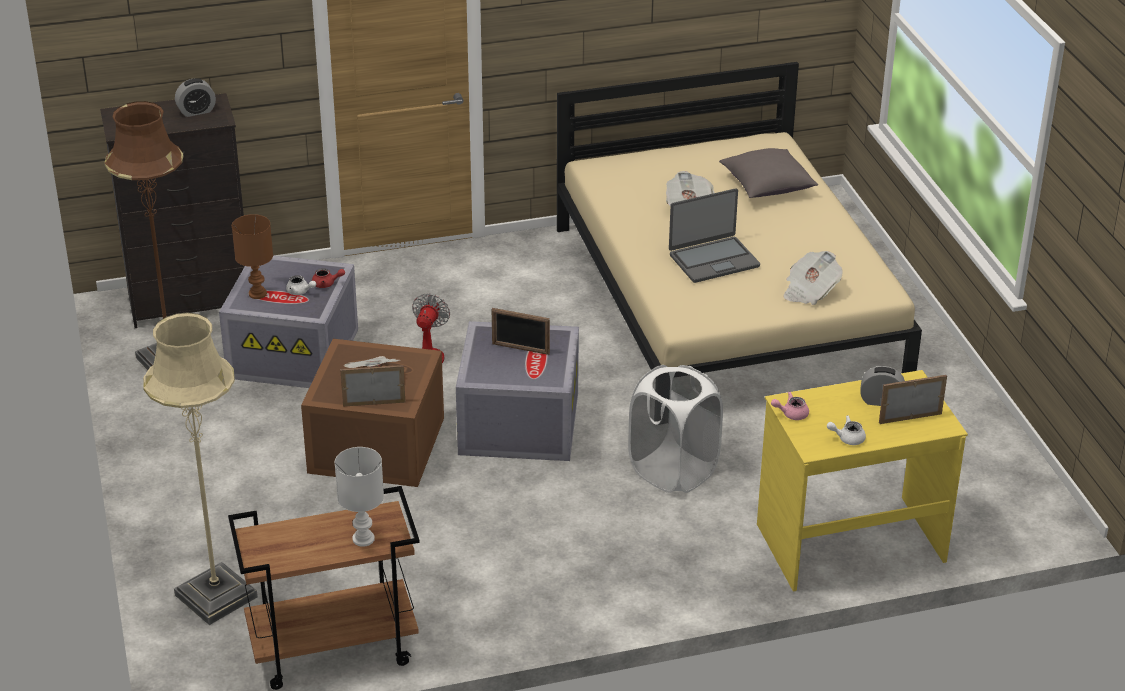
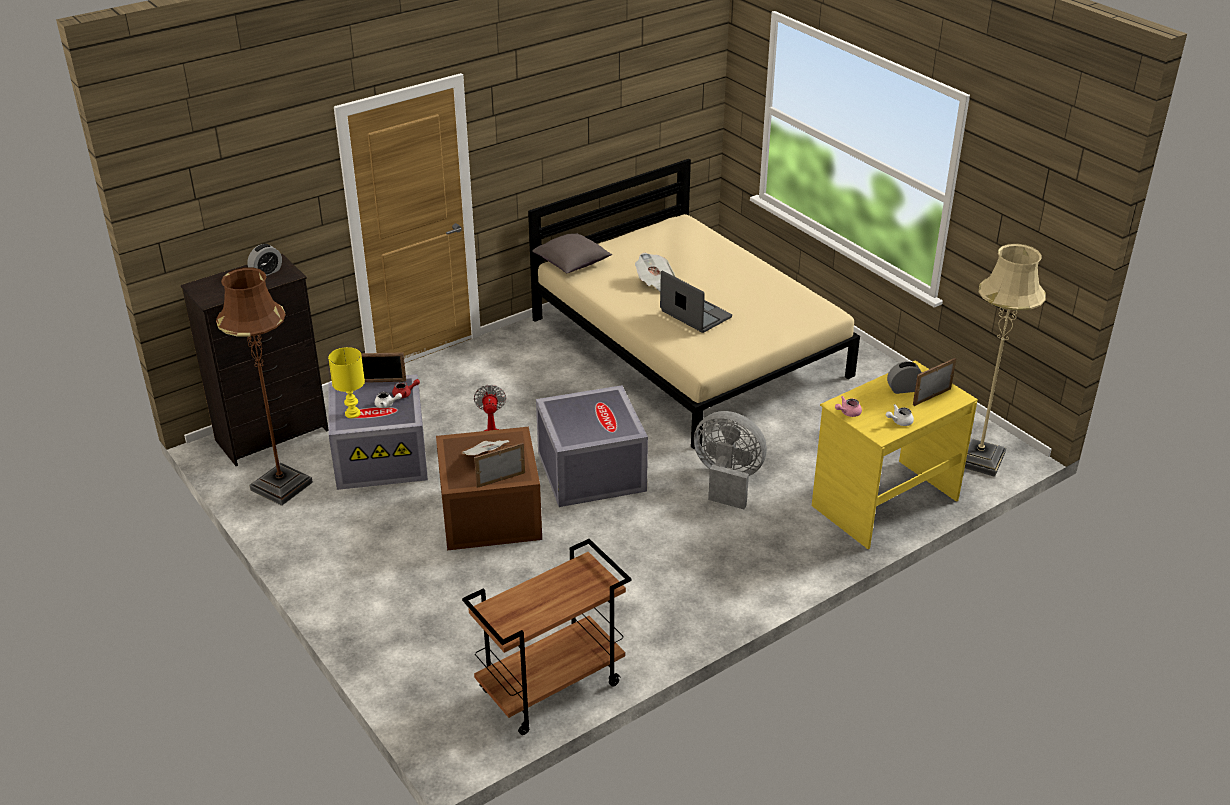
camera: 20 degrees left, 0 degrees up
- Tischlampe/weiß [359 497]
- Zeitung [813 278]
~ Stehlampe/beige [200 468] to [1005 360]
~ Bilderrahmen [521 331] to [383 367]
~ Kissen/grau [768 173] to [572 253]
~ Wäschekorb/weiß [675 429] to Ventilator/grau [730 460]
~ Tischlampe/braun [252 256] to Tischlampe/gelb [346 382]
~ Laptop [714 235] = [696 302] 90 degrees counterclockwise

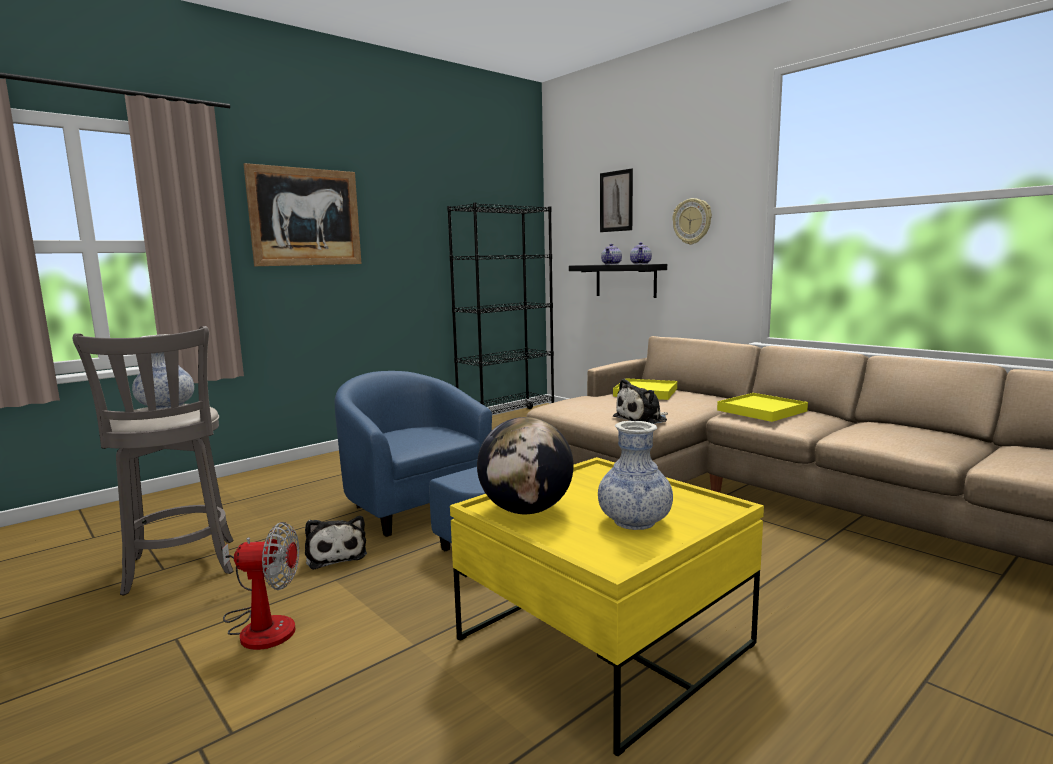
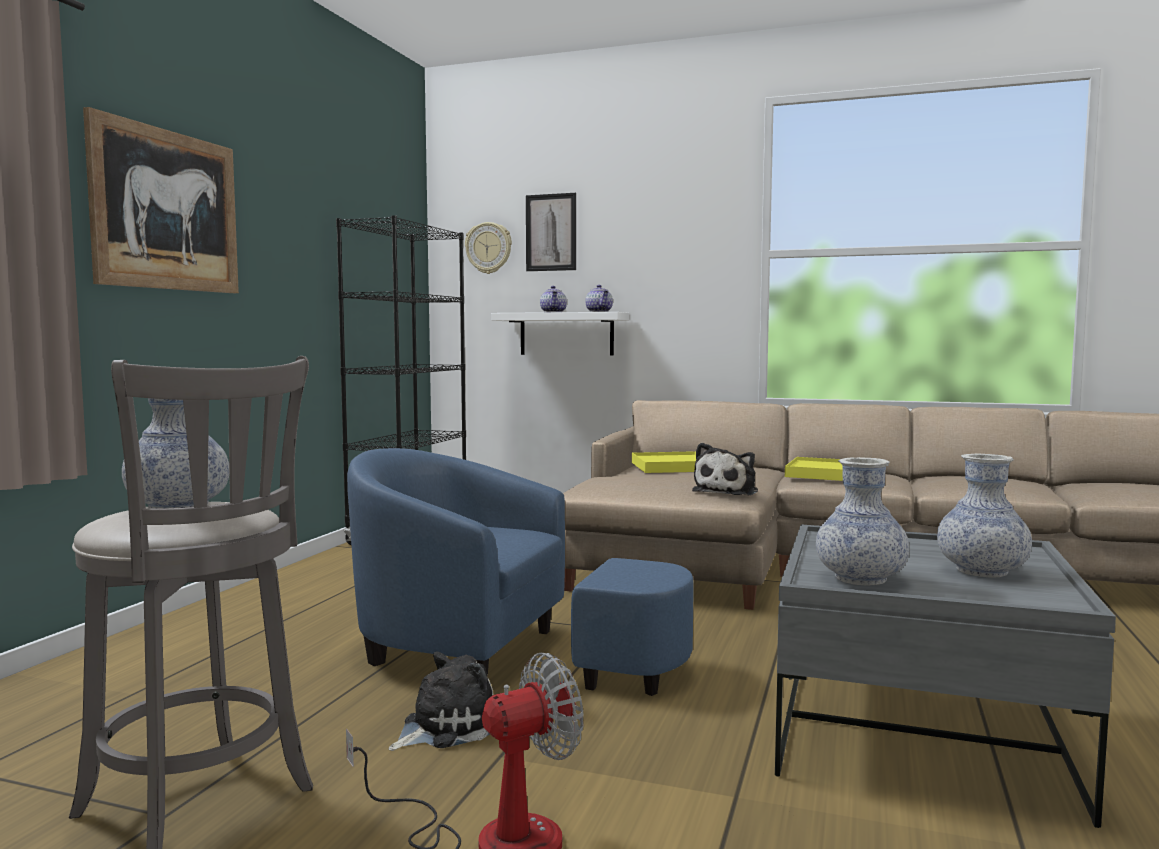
camera: 30 degrees left, 5 degrees down
~ Wanduhr [692 221] to [488 248]
~ Globus [525 465] to Vase [862 521]
~ Couchtisch/gelb [607 606] to Couchtisch/grau [945 676]
~ Wandregal/schwarz [618 281] to Wandregal/weiß [560 333]
~ Plüschtier [336 543] = [441 701] 75 degrees counterclockwise

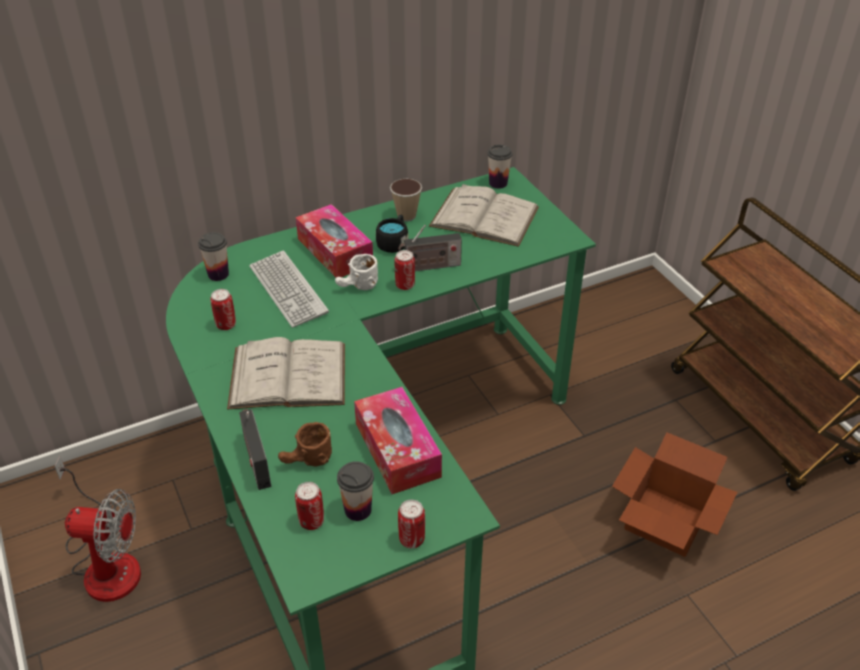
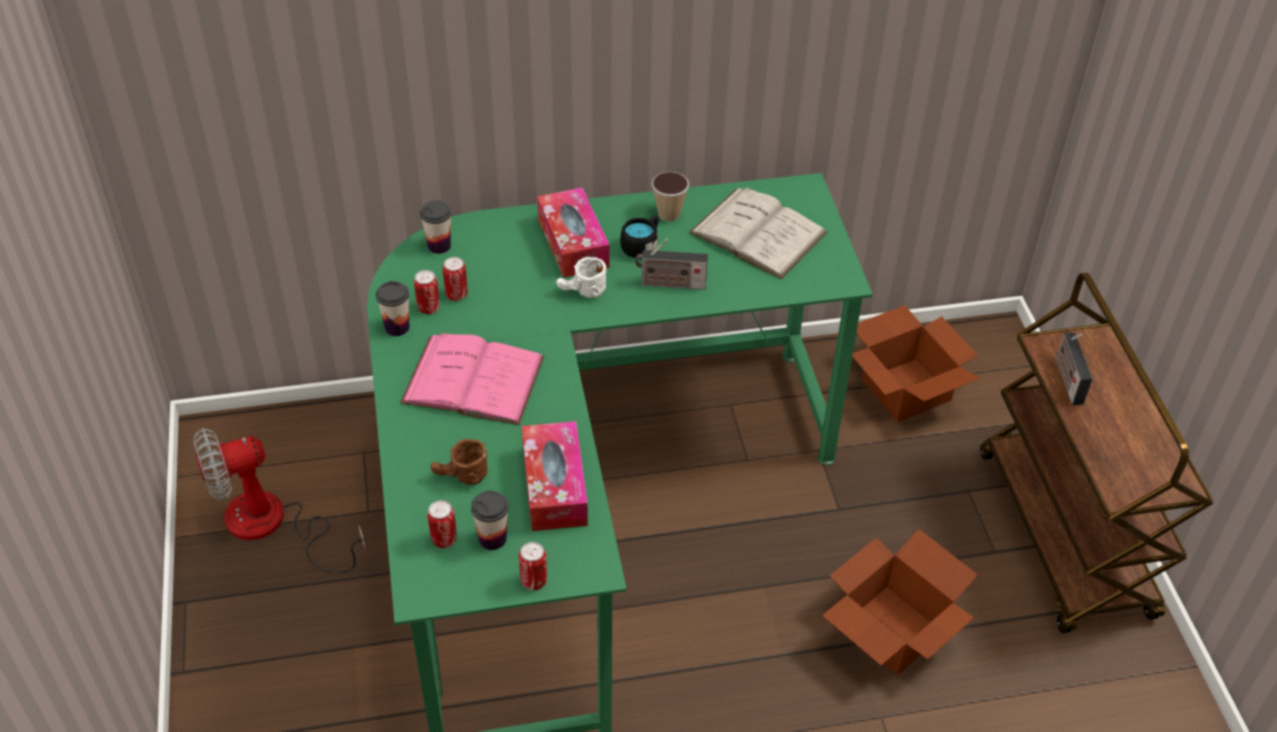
camera: 15 degrees right, 5 degrees up
- Tastatur [289 289]
+ Karton [916 363]
~ Radio [255 449] to [1074 368]
~ Dose [405 270] to [455 279]
~ Tasse [500 166] to [392 308]
~ Buch/weiß [286 373] to Buch/rosa [472 379]
~ Ventilator [97 529] = [279 500] 135 degrees clockwise

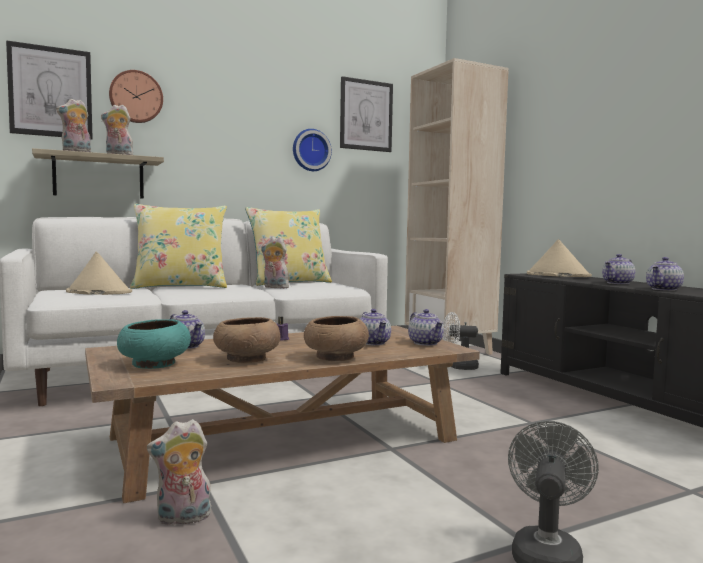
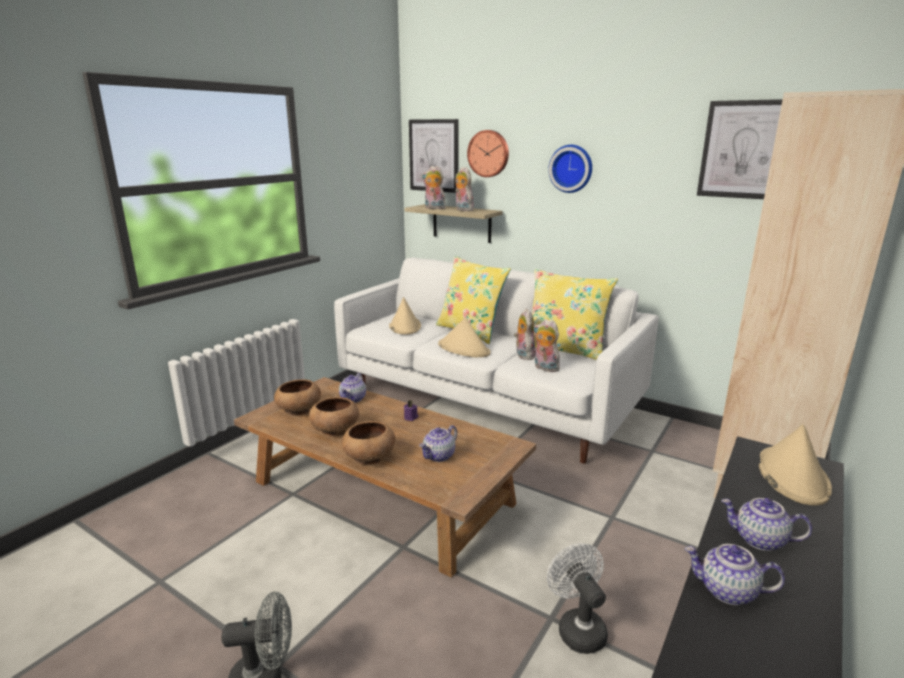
camera: 60 degrees right, 15 degrees up
- Teekanne [426 327]
+ Hut/beige [464 337]
~ Plüschtier [179 472] to [546 345]
~ Wanduhr [312 150] to [570 169]
~ Ventilator/weiß [461 341] to [577 598]
~ Schüssel/türkis [154 344] to Schüssel/braun [297 397]

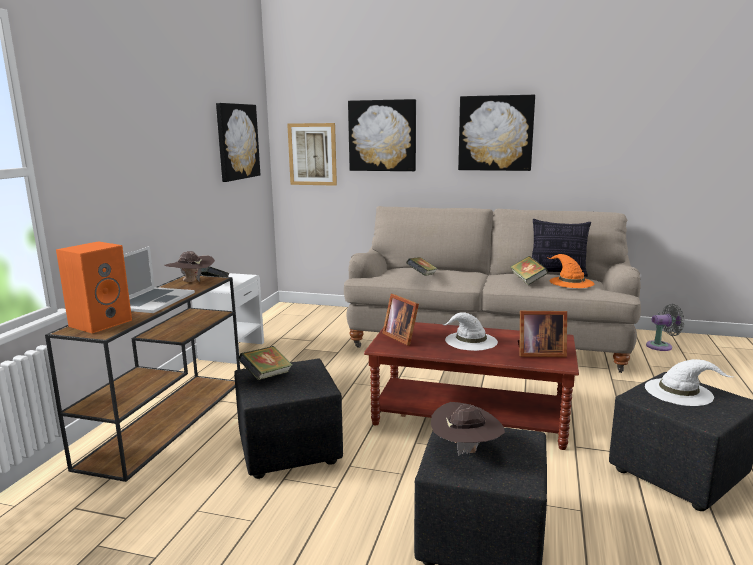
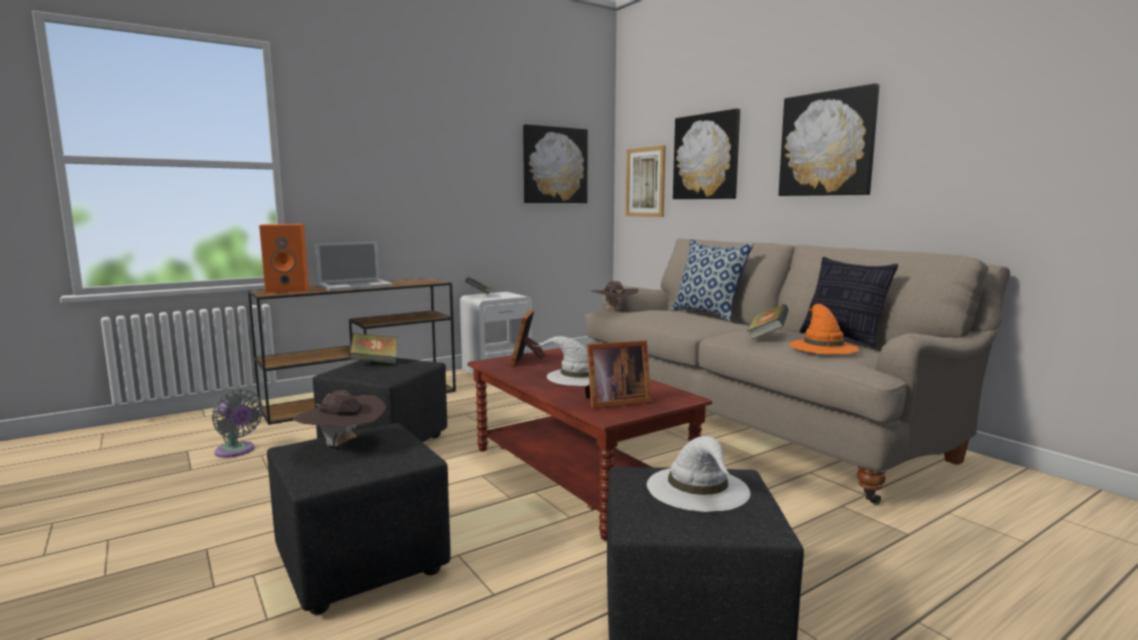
camera: 40 degrees right, 5 degrees down
- Buch [422 266]
+ Kissen [712 280]
~ Hut/braun [189 266] to [615 296]
~ Ventilator/grau [665 327] to [238 423]
~ Bilderrahmen [542 334] = [618 374] 60 degrees counterclockwise

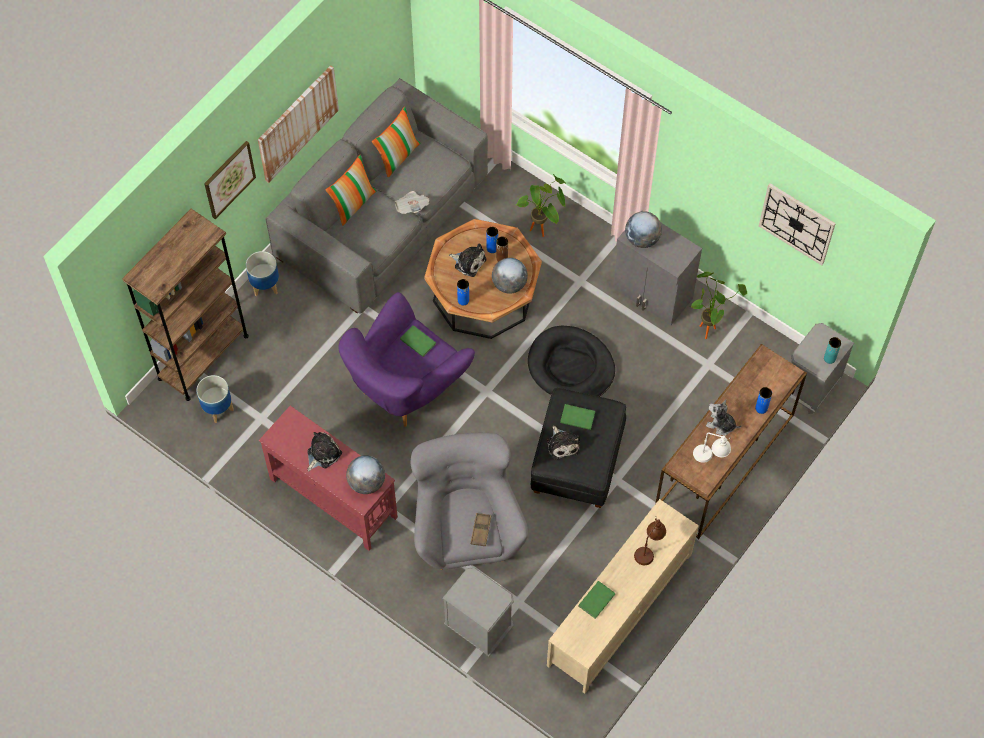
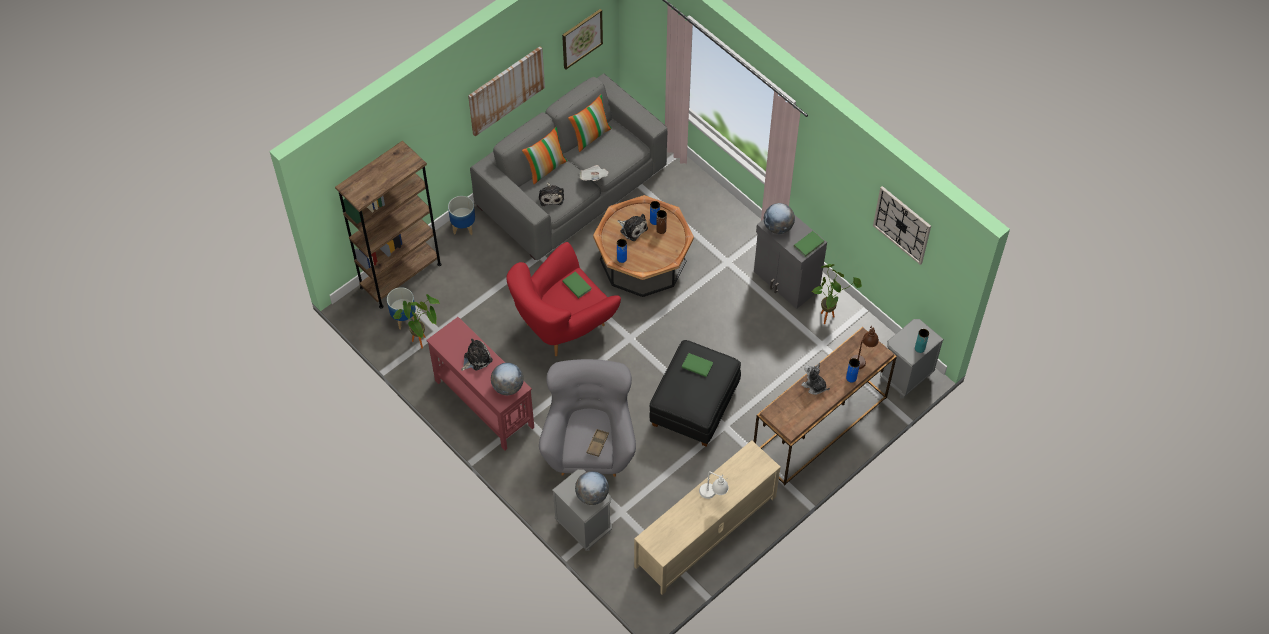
camera: 10 degrees right, 5 degrees down
- Hundebett/schwarz [571 361]
~ Bild [230 180] to [582 39]
~ Globus [510 276] to [592 488]
~ Topfpflanze [541 205] to [416 321]
~ Plüschtier [563 443] to [551 194]
~ Buch/grün [596 600] to [809 244]
~ Tischlampe/braun [650 540] to [864 347]
~ Tischlampe/weiß [712 447] to [714 485]
~ Sessel/lila [406 359] to Sessel/rot [564 299]

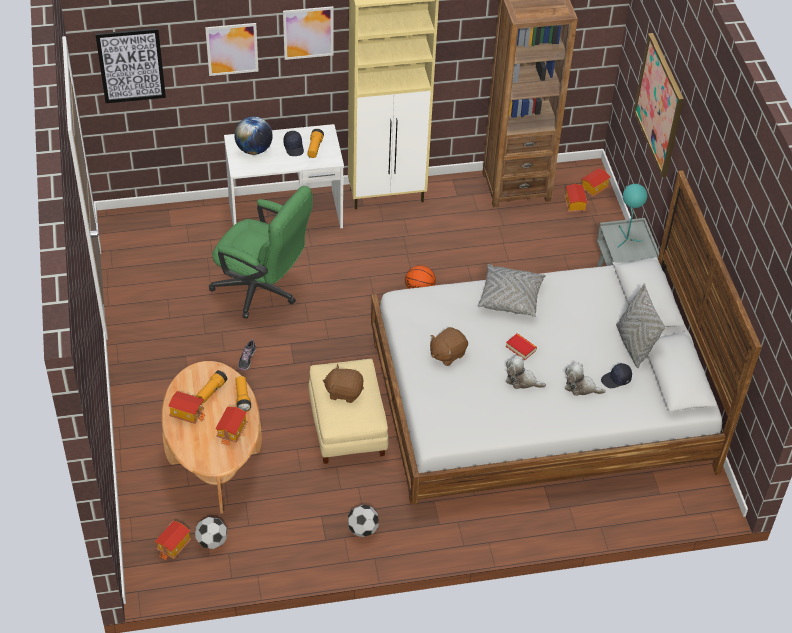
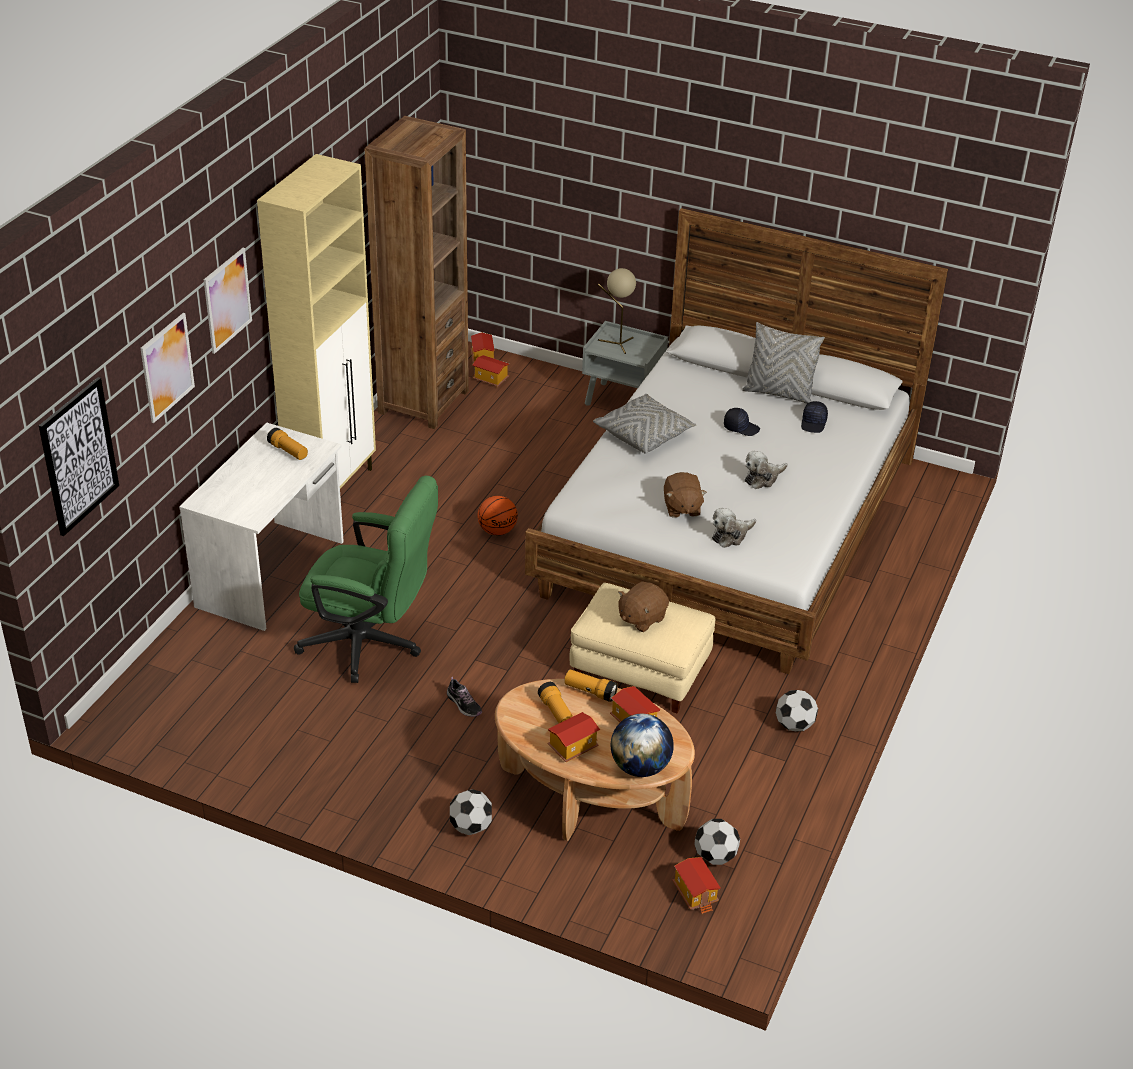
camera: 55 degrees left, 10 degrees down
- Buch [521 346]
- Bild [659 105]
+ Fußball [471 812]
~ Globus [253 135] to [642 745]
~ Kappe/schwarz [293 143] to [742 422]
~ Plüschtier [585 379] to [734 528]
~ Tischlampe/türkis [632 216] to Tischlampe/beige [616 311]
~ Bürostuhl/grün [261 252] = [366 579] 45 degrees clockwise

